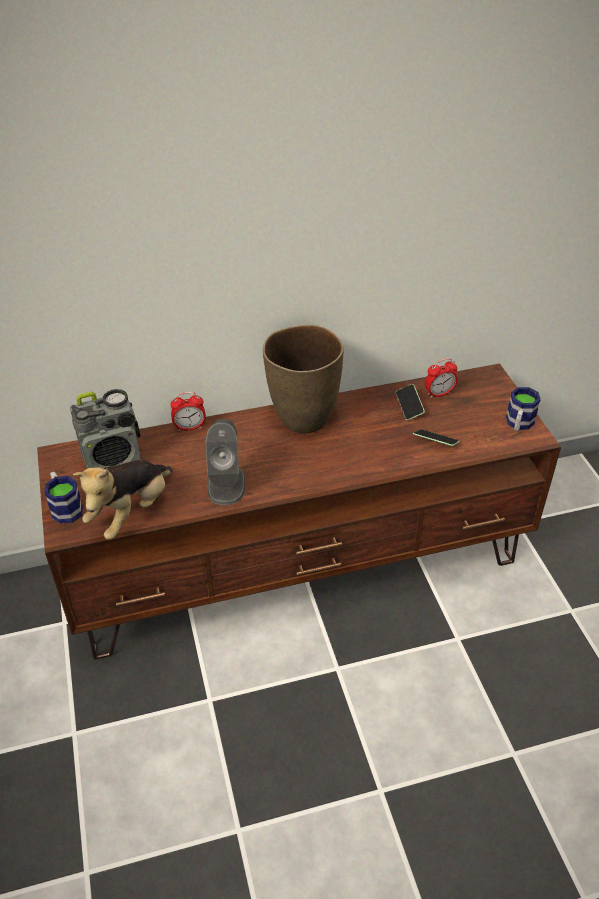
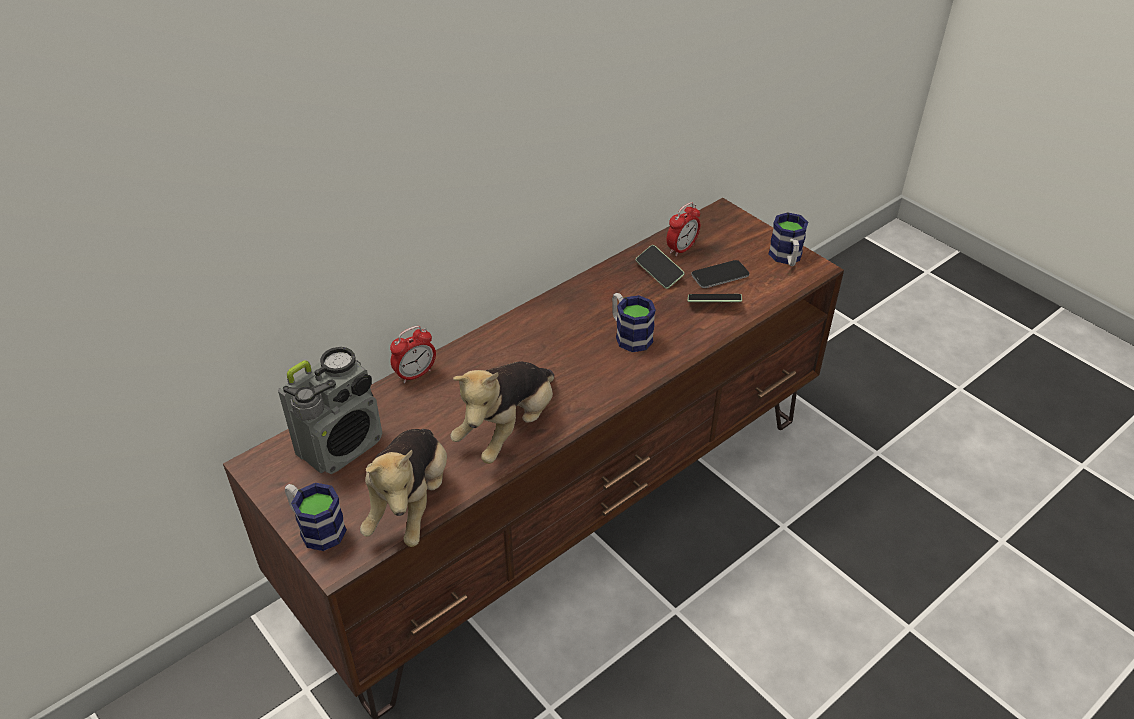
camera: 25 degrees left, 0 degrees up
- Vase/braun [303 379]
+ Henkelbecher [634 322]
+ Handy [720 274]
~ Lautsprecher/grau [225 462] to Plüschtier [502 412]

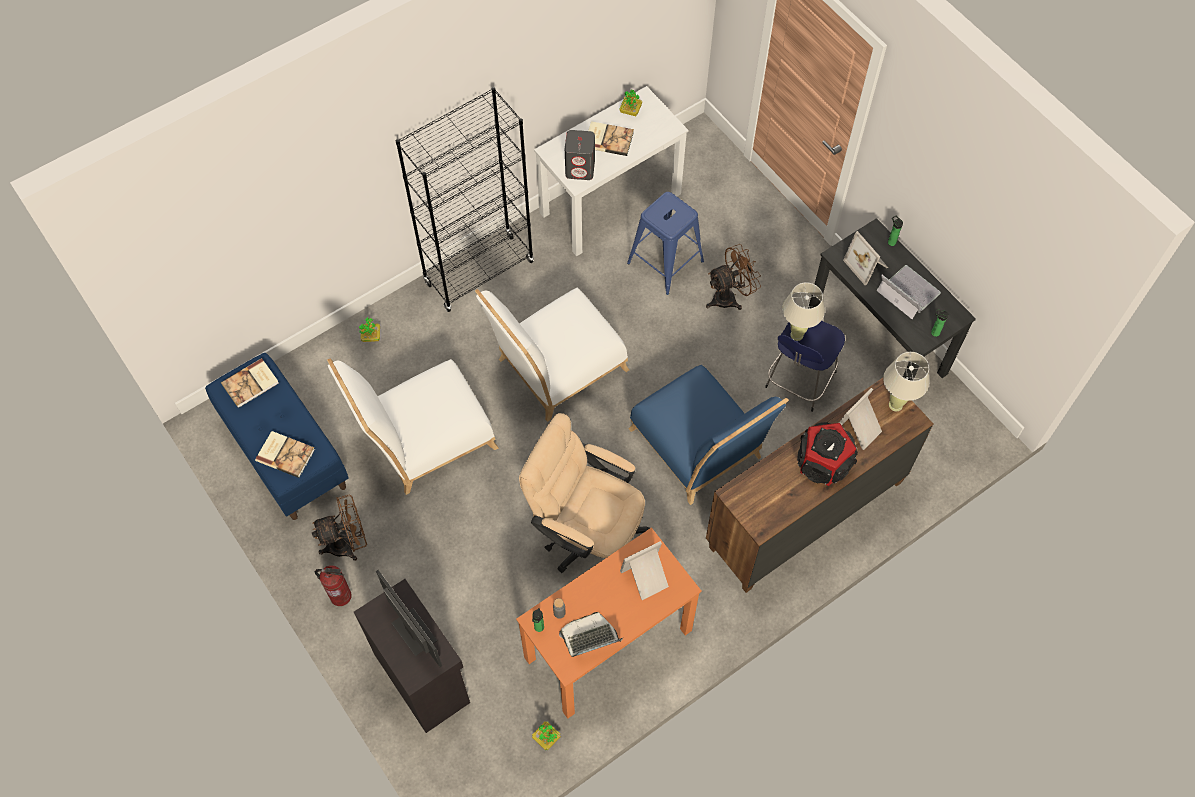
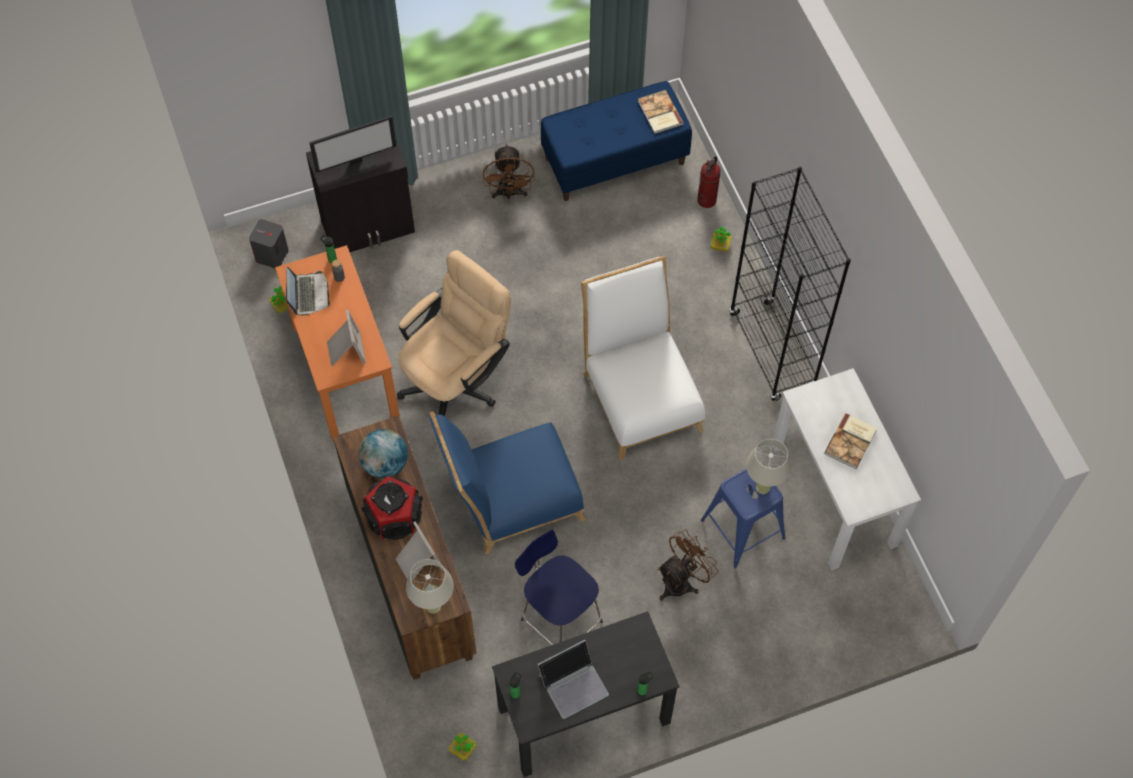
camera: 105 degrees right, 0 degrees up
- Buch [285 454]
- Stuhl/weiß [412 426]
- Bilderrahmen [865 258]
+ Globus [383 453]
~ Feuerlöscher [333 585] to [709 182]
~ Lautsprecher/grau [580 155] to [269 243]
~ Topfpflanze [630 103] to [462 747]
~ Tischlampe/beige [803 311] to [768 466]
~ Ventilator/braun [733 277] = [688 565] 120 degrees counterclockwise

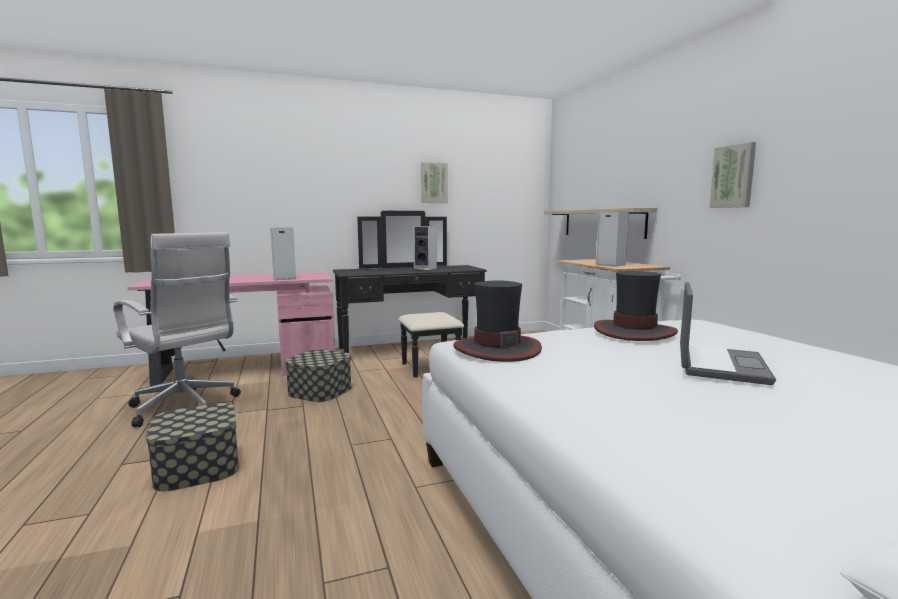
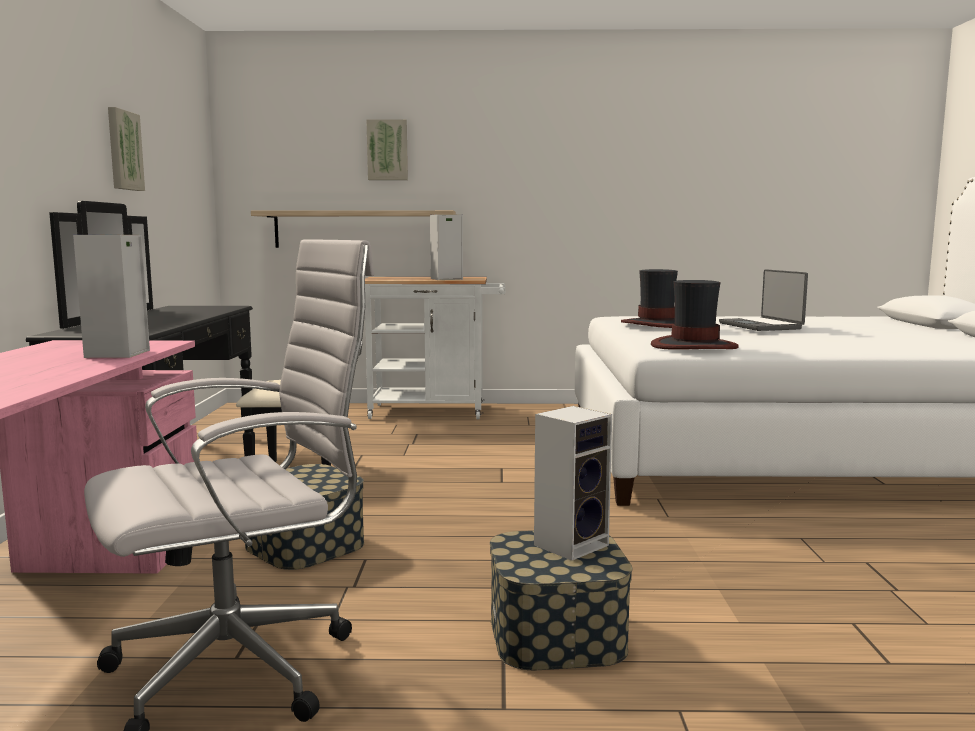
camera: 70 degrees left, 0 degrees up
~ Lautsprecher [425 248] to [573 483]
~ Bild [732 175] to [387 149]
~ Laptop [728 333] = [763 300] 150 degrees counterclockwise

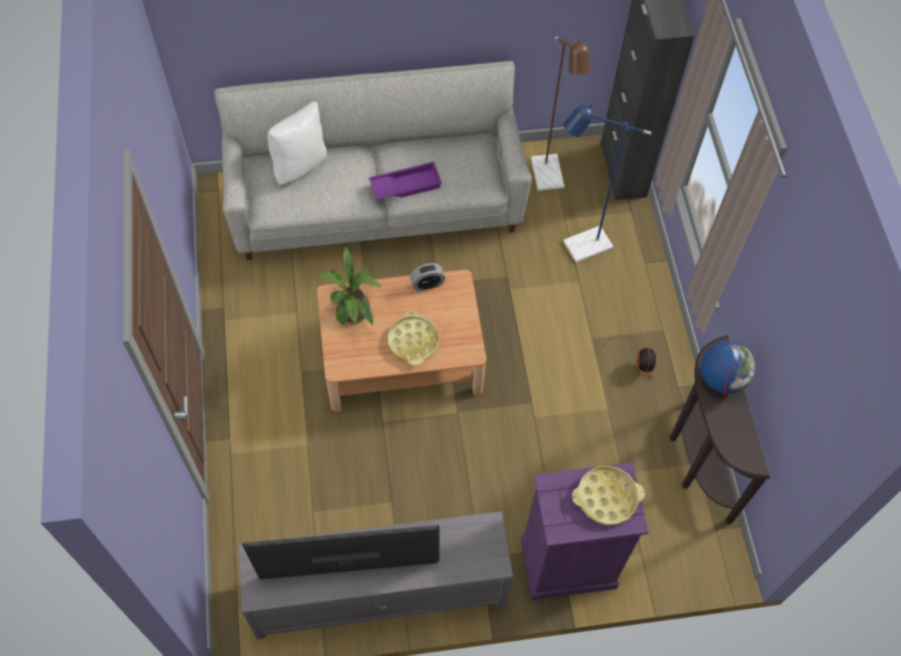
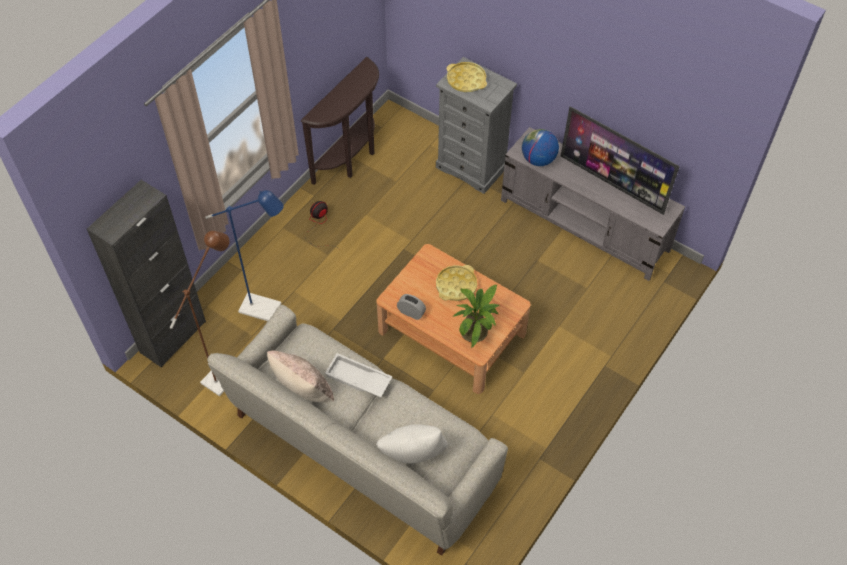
camera: 135 degrees left, 5 degrees down
+ Kissen/beige [300 376]
~ Globus [728 367] to [540 147]
~ Tablett/lila [405 180] to Tablett/weiß [359 375]
~ Kommode/lila [585 531] to Kommode/grau [476 125]

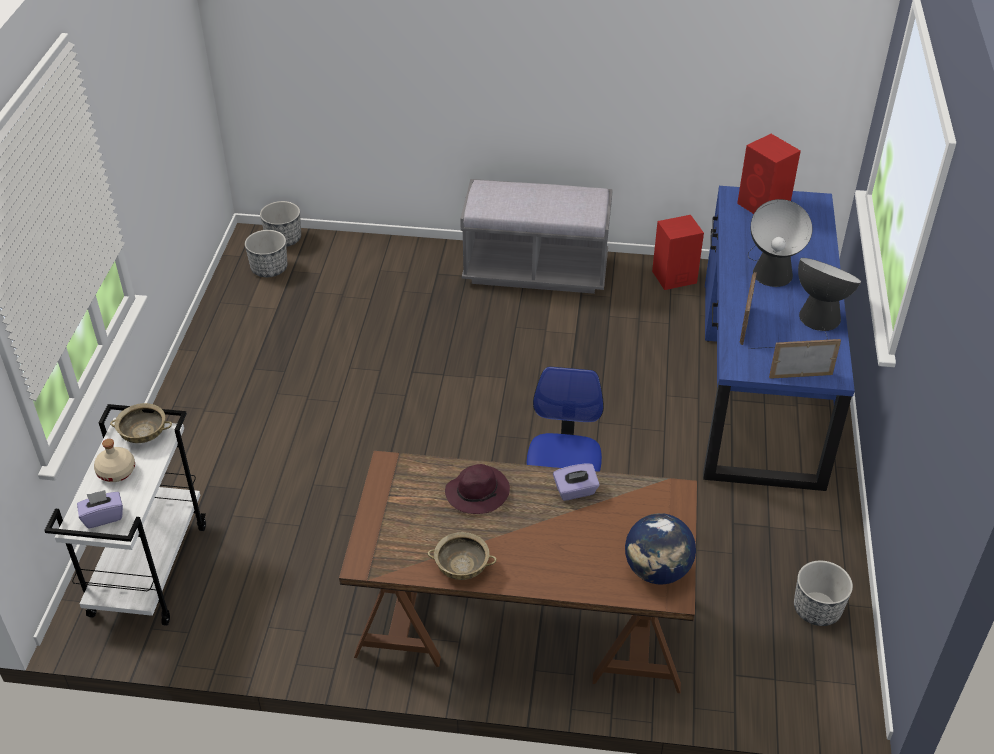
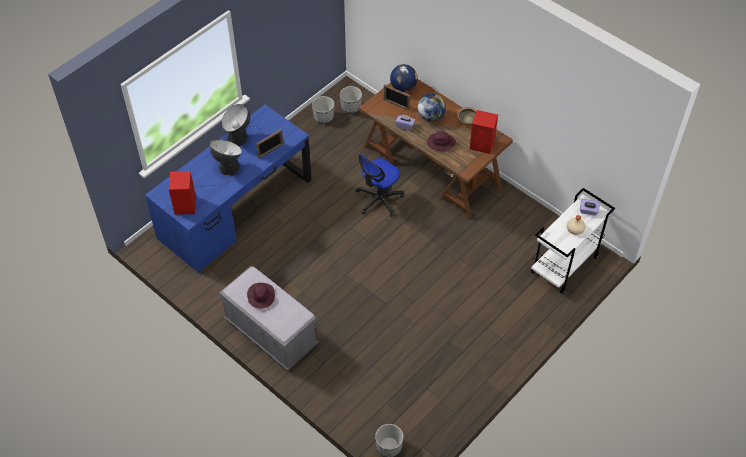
camera: 145 degrees left, 10 degrees up
- Schüssel/beige [141 423]
+ Hut/lila [261 296]
+ Globus [432 107]
~ Pflanzkübel [266 253] to [351 99]
~ Lautsprecher/rot [678 252] to [484 132]
~ Bilderrahmen [805 359] to [397 97]

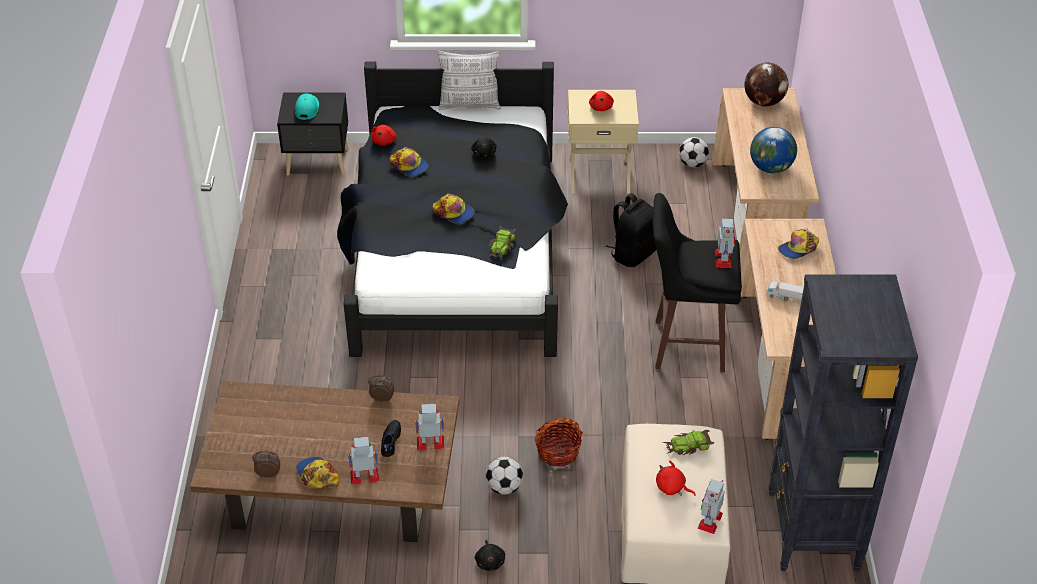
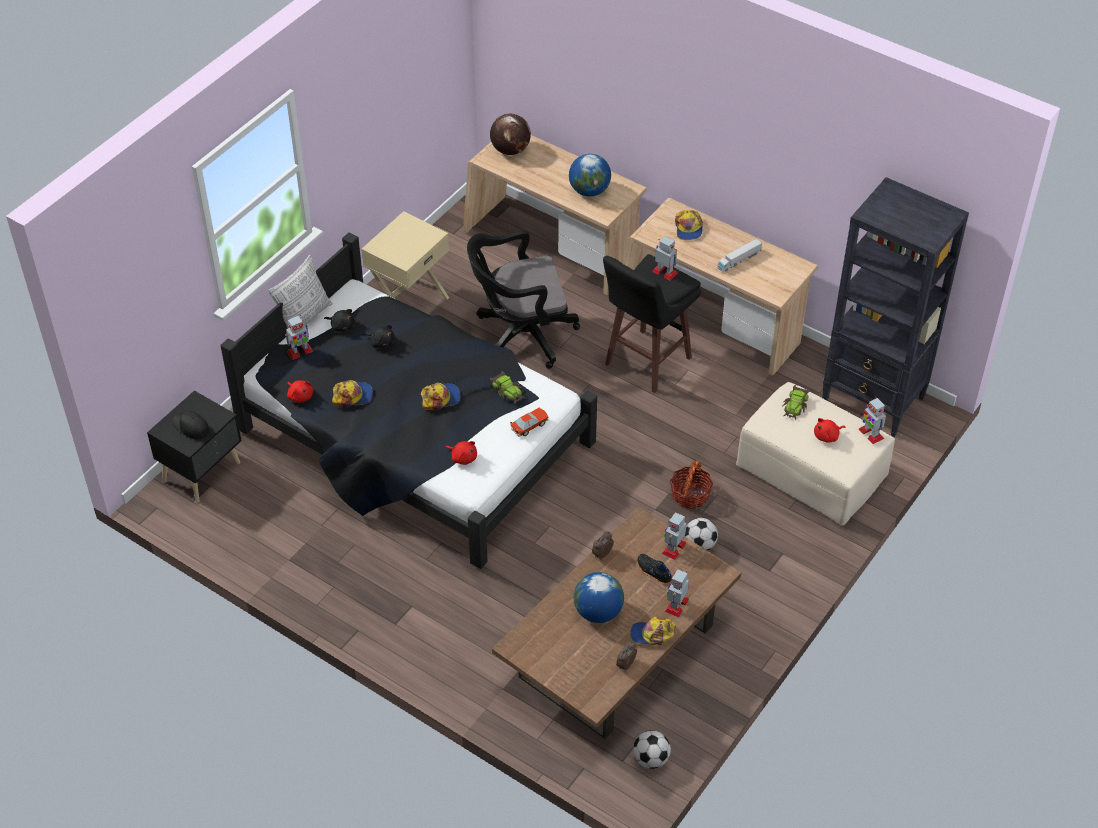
camera: 55 degrees left, 5 degrees up
+ Spielzeugroboter [299 337]
+ Spielzeugauto [529 422]
+ Globus [599 597]
~ Plüschtier/schwarz [490 555] to [339 320]
~ Plüschtier/rot [601 101] to [461 453]
~ Fußball [694 152] to [652 750]
~ Rucksack/schwarz [631 230] to Bürostuhl/schwarz [523 299]
~ Kappe/türkis [307 107] to Kappe/schwarz [191 425]

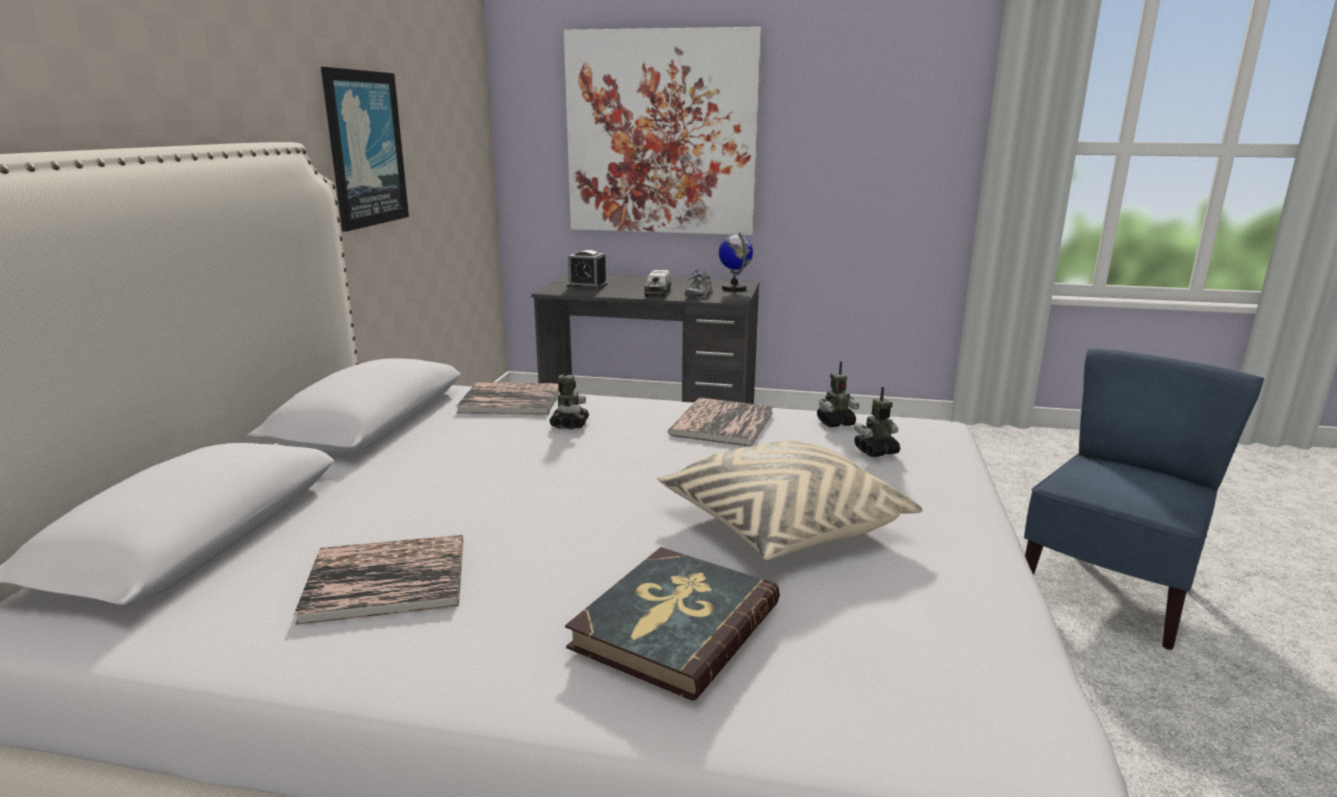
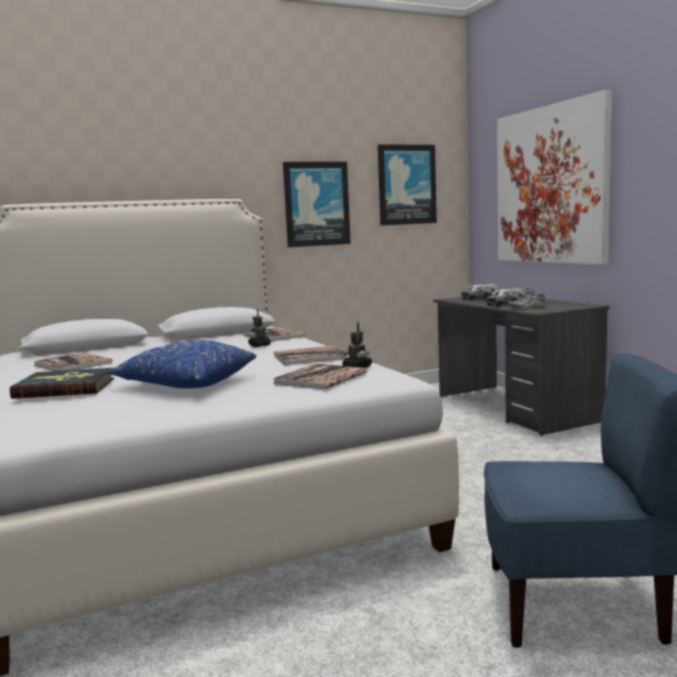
camera: 55 degrees right, 10 degrees down
- Globus [736 262]
+ Bild [407 184]
~ Wecker [587 269] to Spielzeuglaster [479 292]
~ Spielzeugroboter [877 422] to Buch [320 377]
~ Kissen/beige [790 500] to Kissen/blau [181 364]

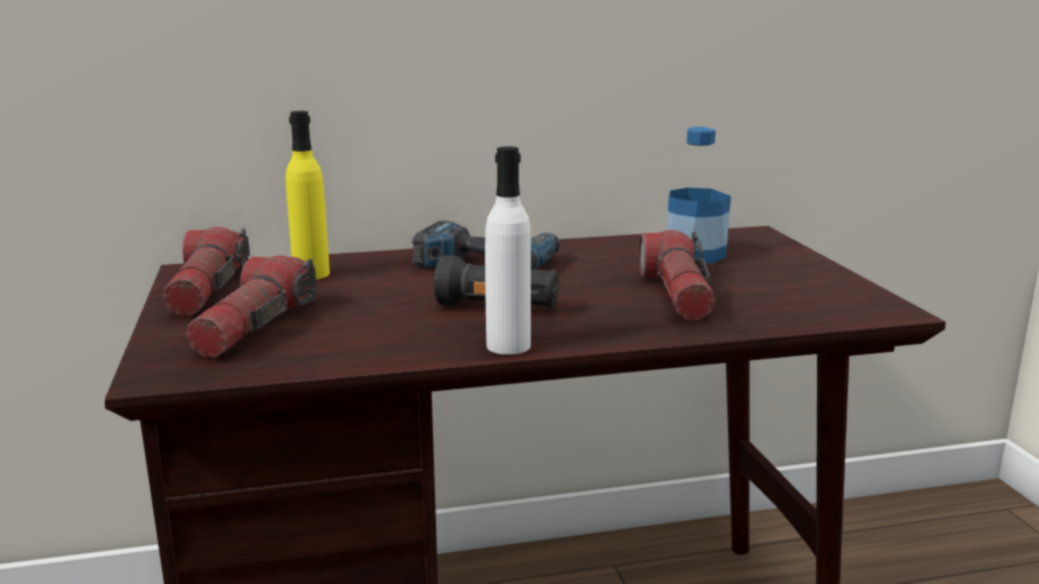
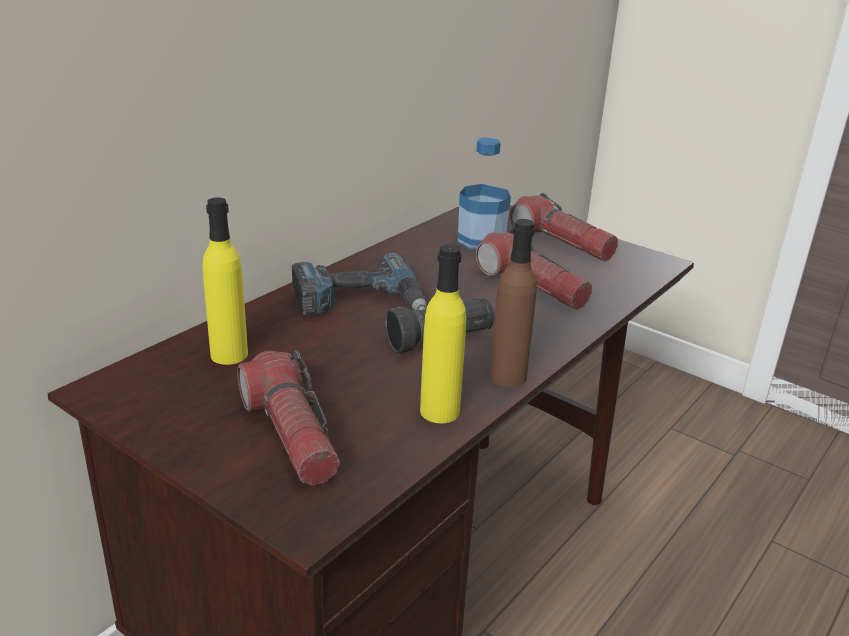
camera: 40 degrees left, 10 degrees up
+ Flasche/gelb [443 333]
~ Taschenlampe [206 271] to [564 227]
~ Flasche/weiß [508 250] to Flasche/braun [513 303]

